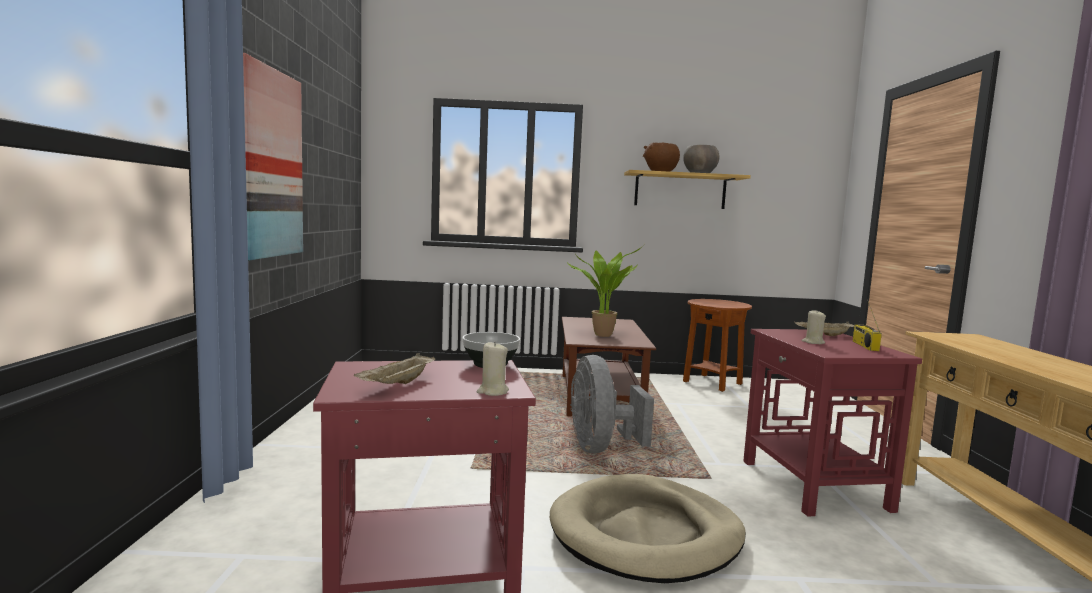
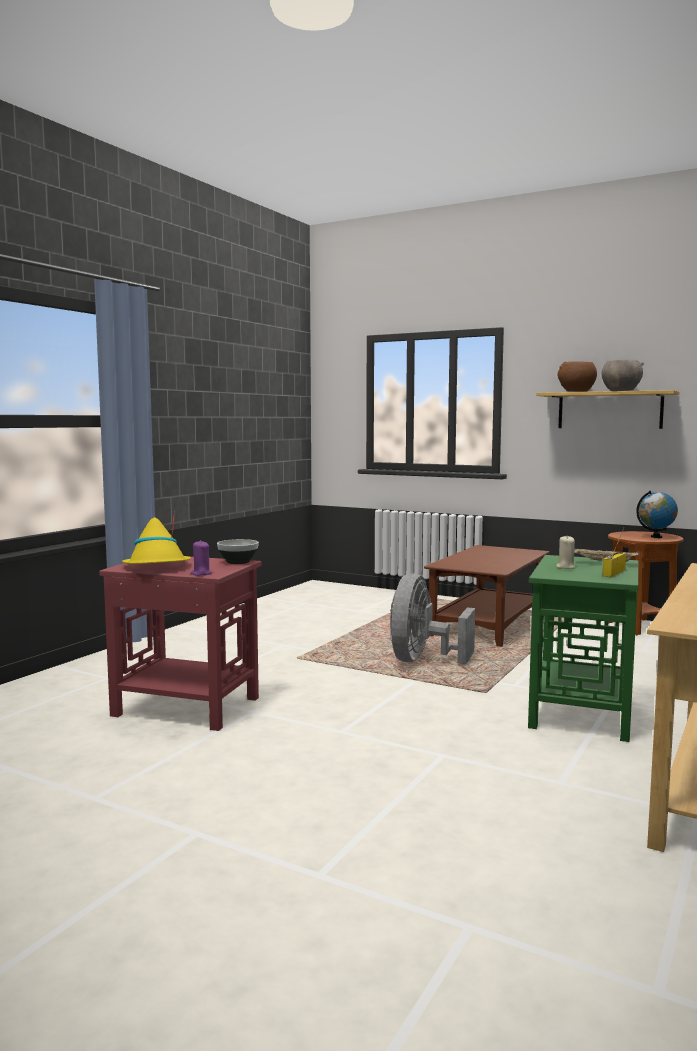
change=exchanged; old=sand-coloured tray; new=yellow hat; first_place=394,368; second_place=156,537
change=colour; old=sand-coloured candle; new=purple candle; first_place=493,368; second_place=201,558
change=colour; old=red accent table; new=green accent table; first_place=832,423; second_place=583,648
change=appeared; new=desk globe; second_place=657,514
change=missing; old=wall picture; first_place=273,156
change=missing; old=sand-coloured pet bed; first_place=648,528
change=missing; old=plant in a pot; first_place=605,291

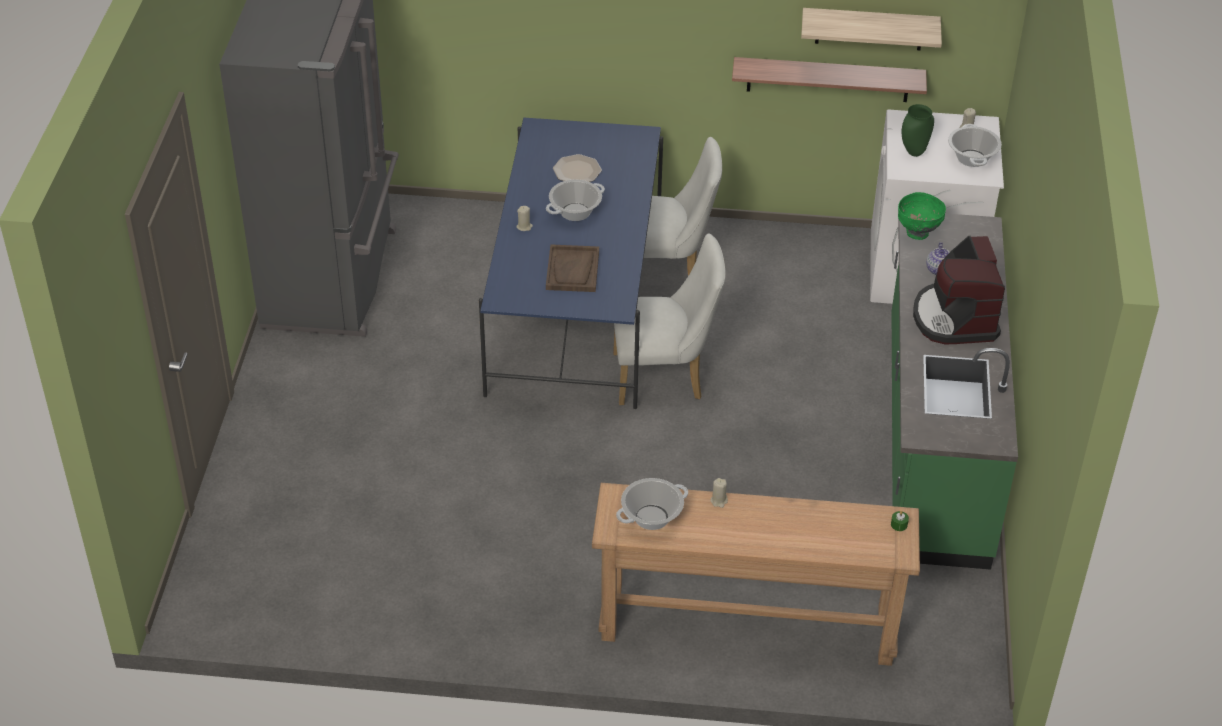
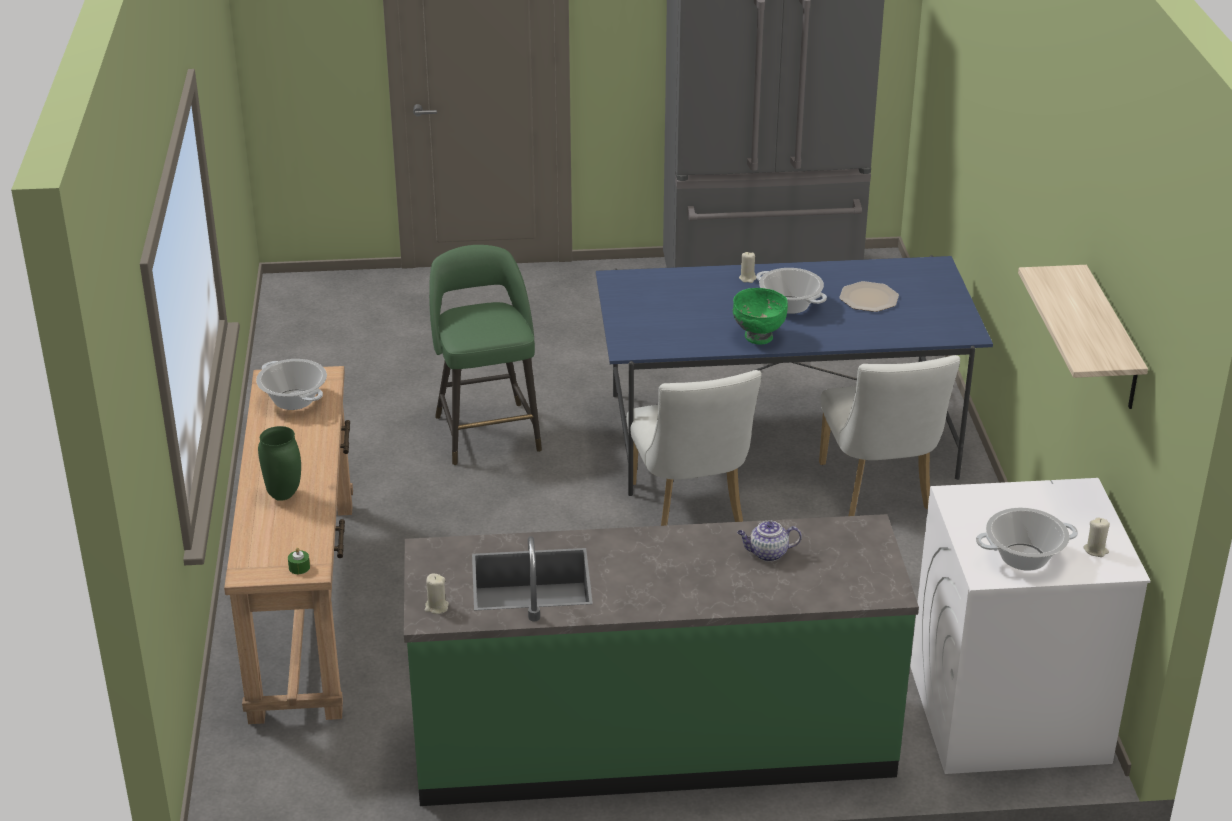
change=relocated; old=green vase; first_place=918,130; second_place=279,463
change=relocated; old=sand-coloured candle; first_place=719,493; second_place=437,594
change=appeared; new=green sitting stool; second_place=485,355
change=relocated; old=green bowl; first_place=922,216; second_place=760,316
change=missing; old=brownish tray; first_place=572,268
change=missing; old=bracket shelf; first_place=829,79
change=missing; old=coffee maker; first_place=959,290

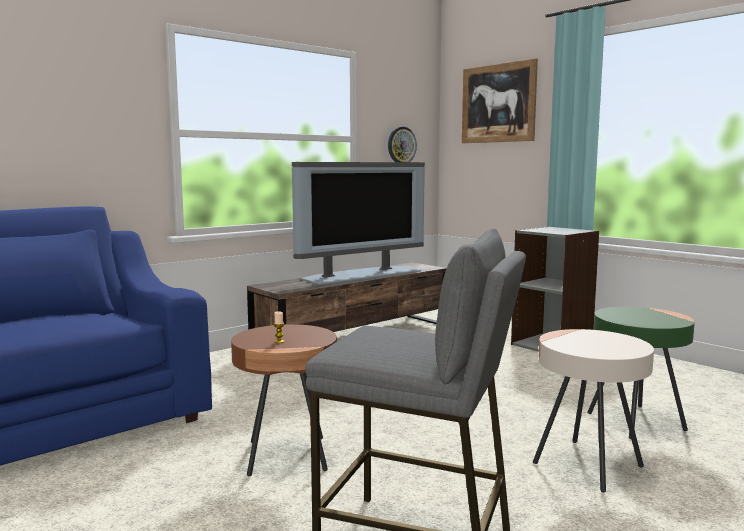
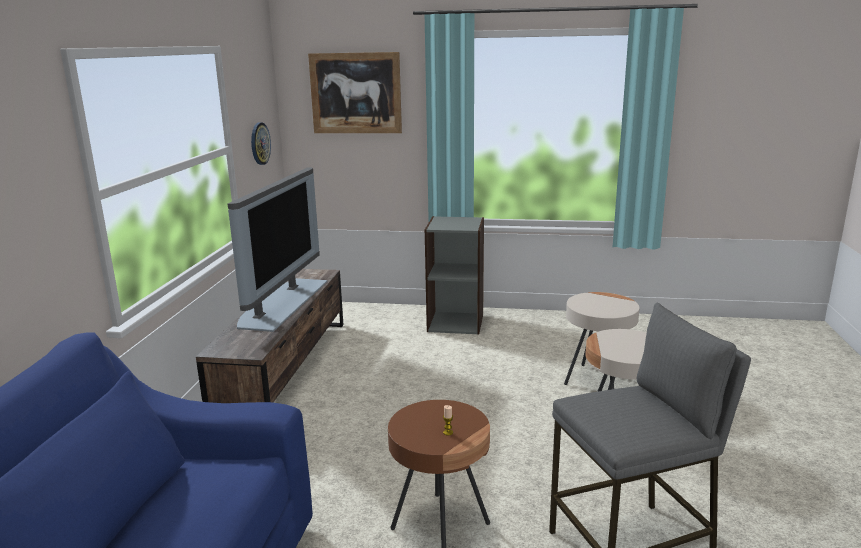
change=colour; old=green accent table; new=sand-coloured accent table; first_place=641,373; second_place=602,340

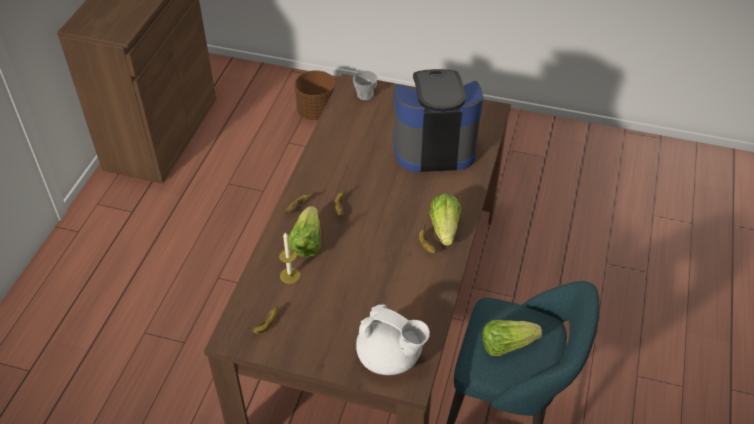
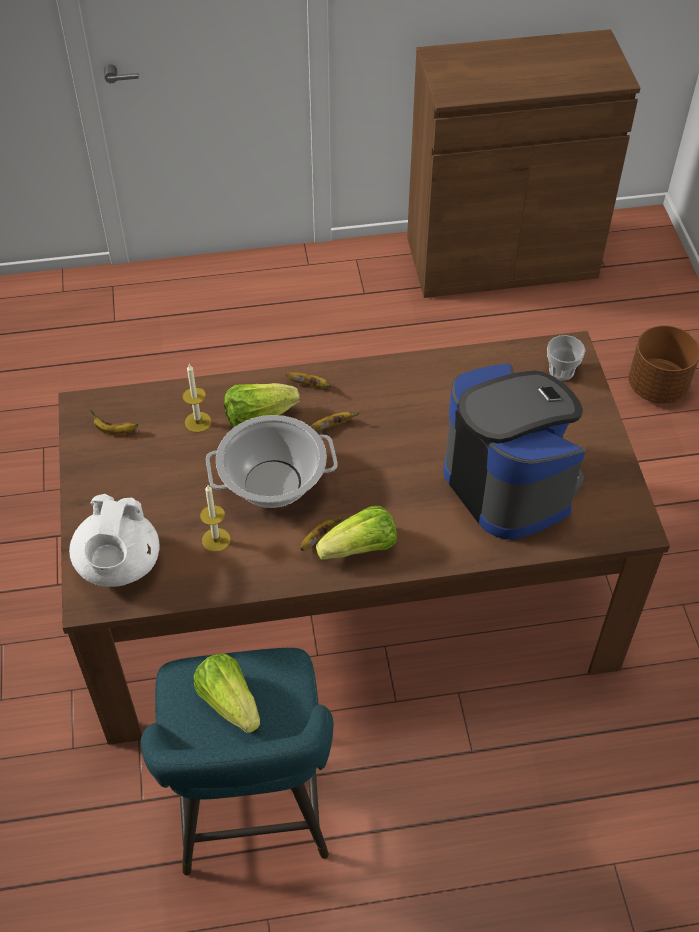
change=appeared; new=candle; second_place=215,518
change=appeared; new=stockpot; second_place=272,461

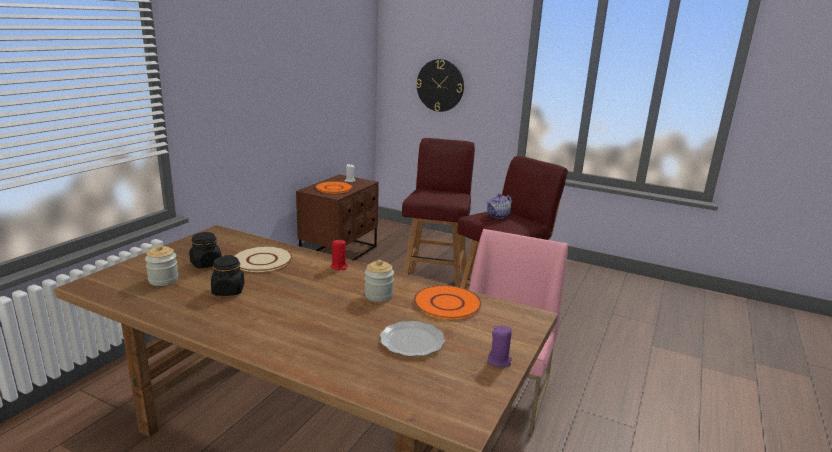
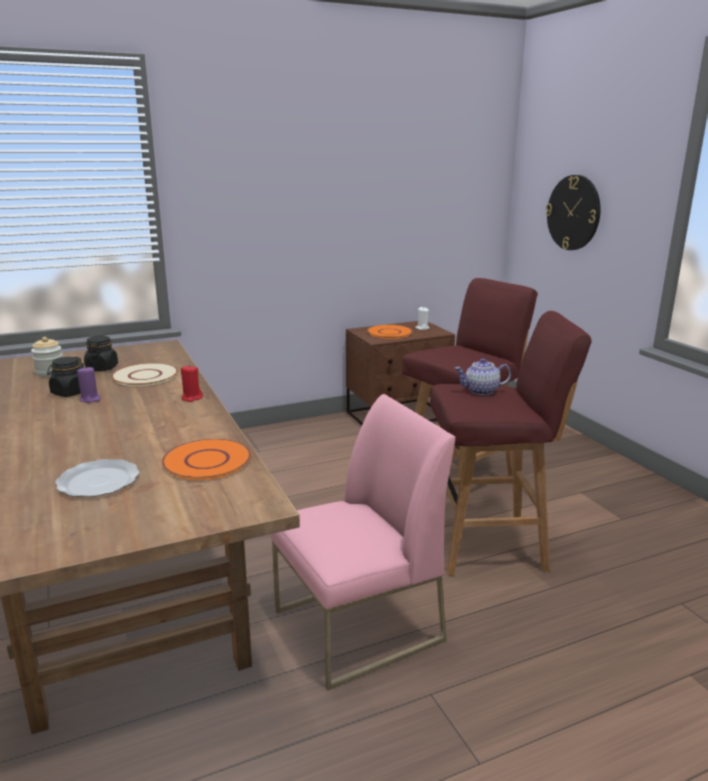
change=relocated; old=purple candle; first_place=499,346; second_place=89,384
change=missing; old=storage jar; first_place=379,281

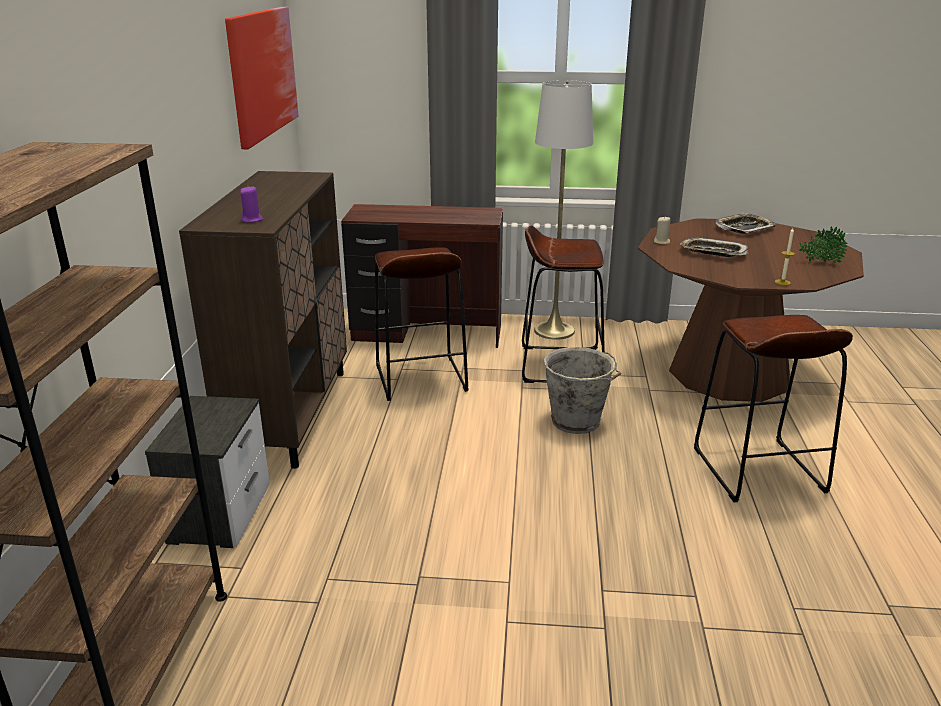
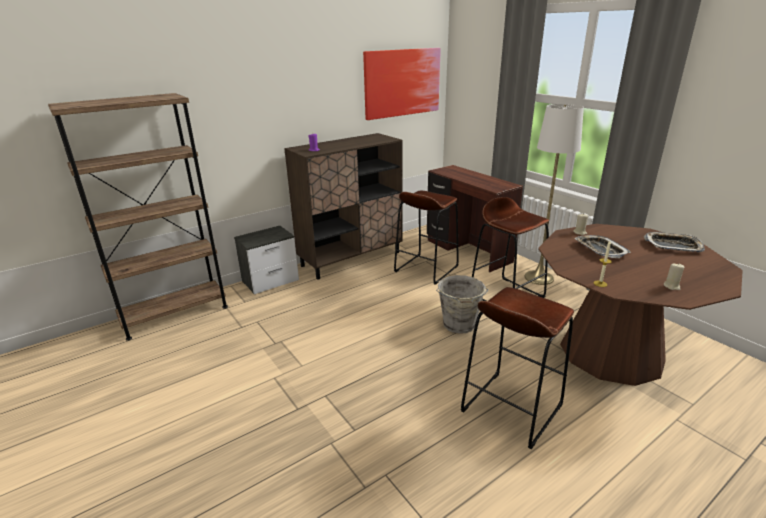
change=exchanged; old=plant in a pot; new=sand-coloured candle; first_place=823,245; second_place=674,276

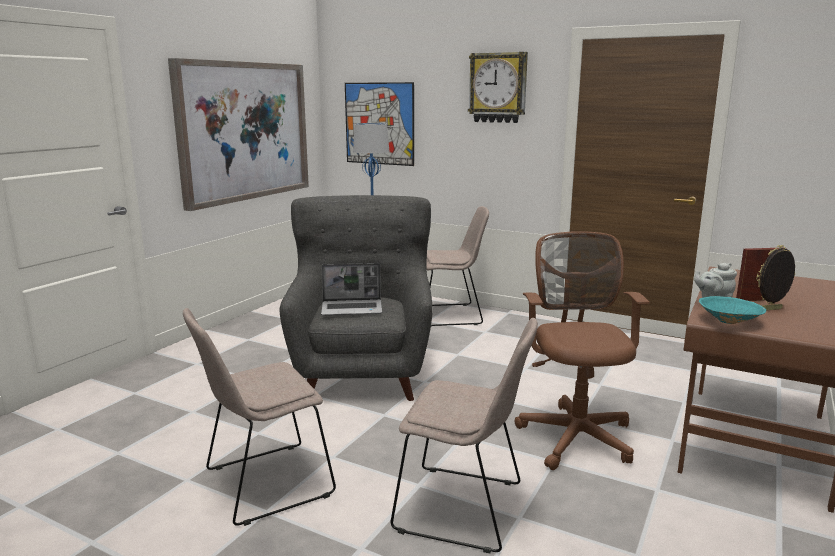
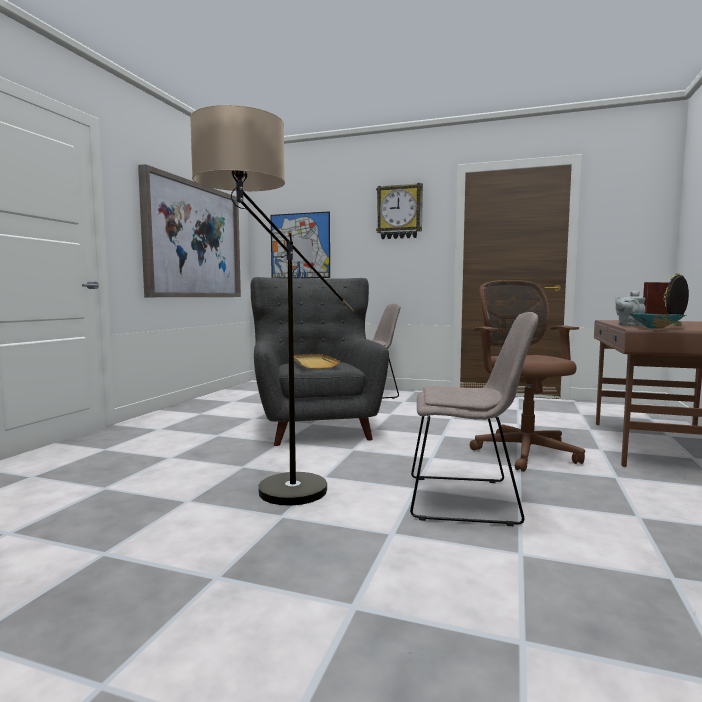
change=exchanged; old=sand-coloured plain chair; new=standing lamp; first_place=259,417; second_place=272,305
change=exchanged; old=notebook computer; new=sand-coloured tray; first_place=351,289; second_place=317,361

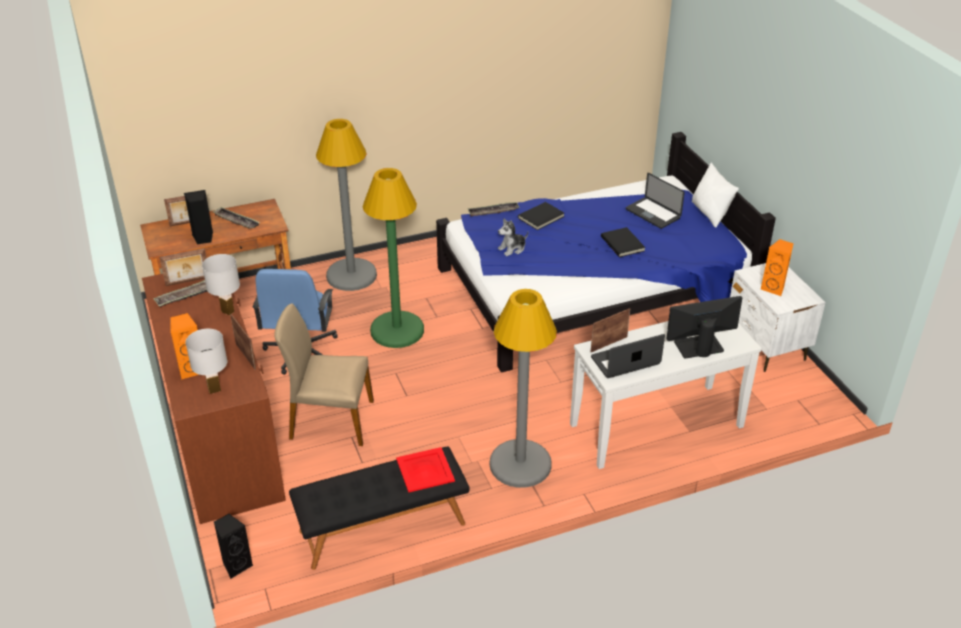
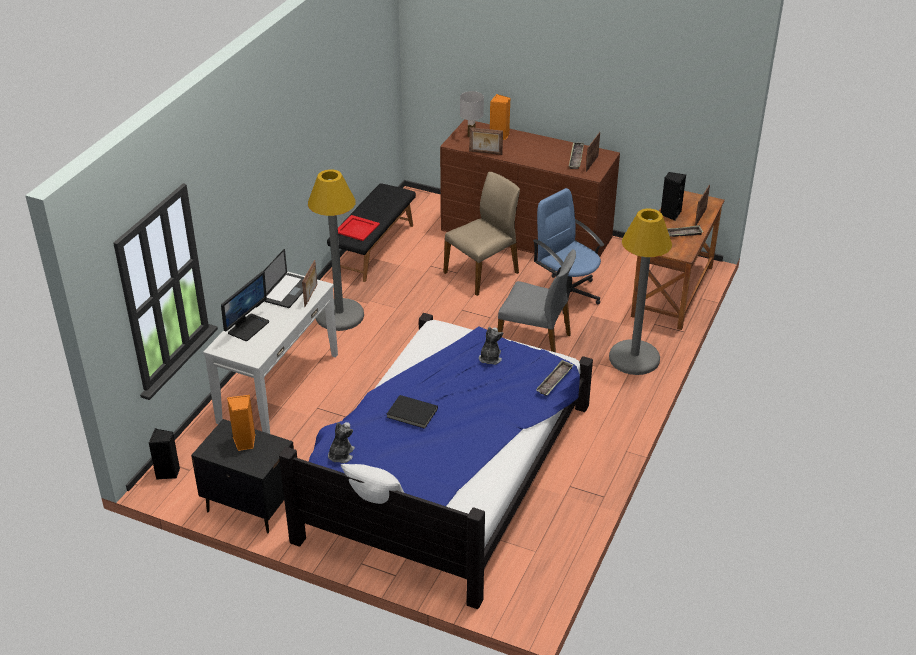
change=relocated; old=black-coloured speaker; first_place=233,546; second_place=164,454
change=colour; old=whitish bedside table; new=black-coloured bedside table; first_place=778,317; second_place=242,476
change=appeared; new=cuddly toy; second_place=341,442
change=exchanged; old=green standing lamp; new=gray plain chair; first_place=393,258; second_place=537,300
change=missing; old=whitish lamp for a table; first_place=221,284
change=missing; old=black-coloured volume; first_place=541,216
change=missing; old=notebook computer; first_place=655,201

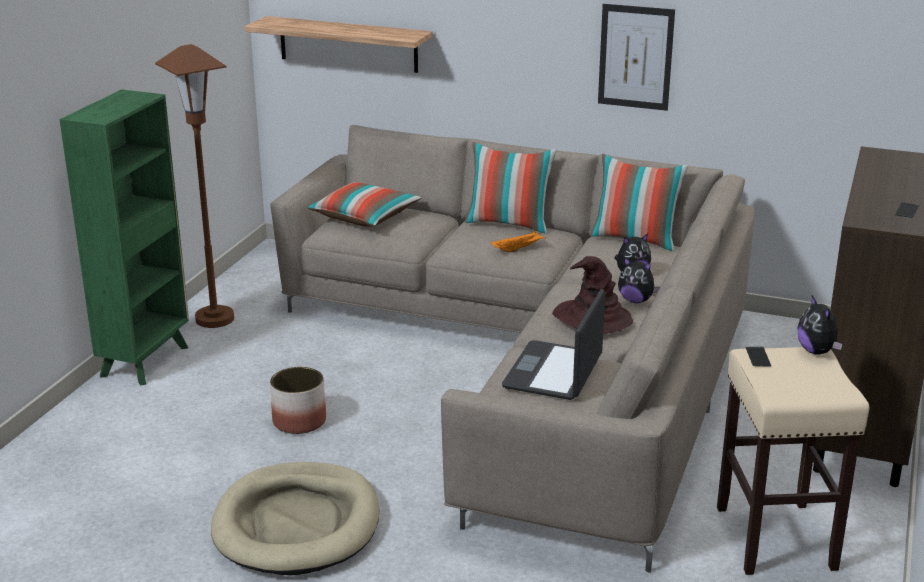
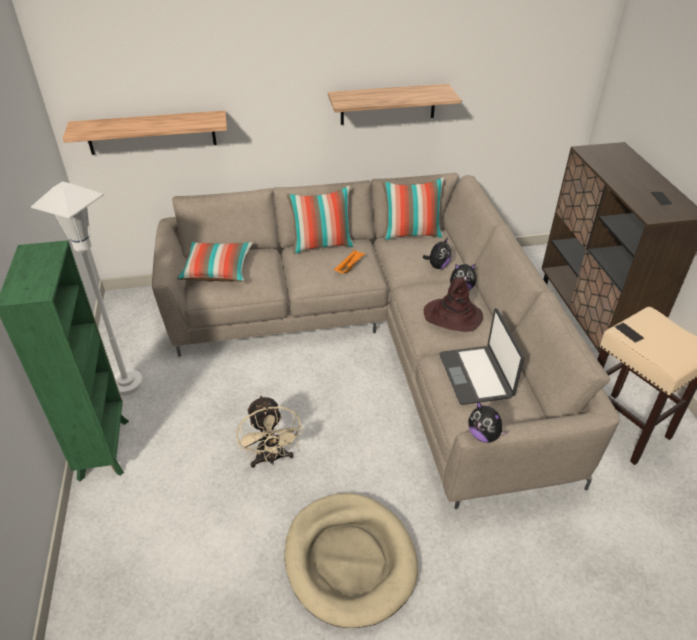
change=colour; old=brownish standing lamp; new=whitish standing lamp; first_place=194,186; second_place=87,288
change=exchanged; old=plant pot; new=sand-coloured cooling fan; first_place=298,400; second_place=269,431
change=exchanged; old=wall picture; new=bracket shelf; first_place=636,57; second_place=394,104
change=relocated; old=cuddly toy; first_place=820,325; second_place=488,422

